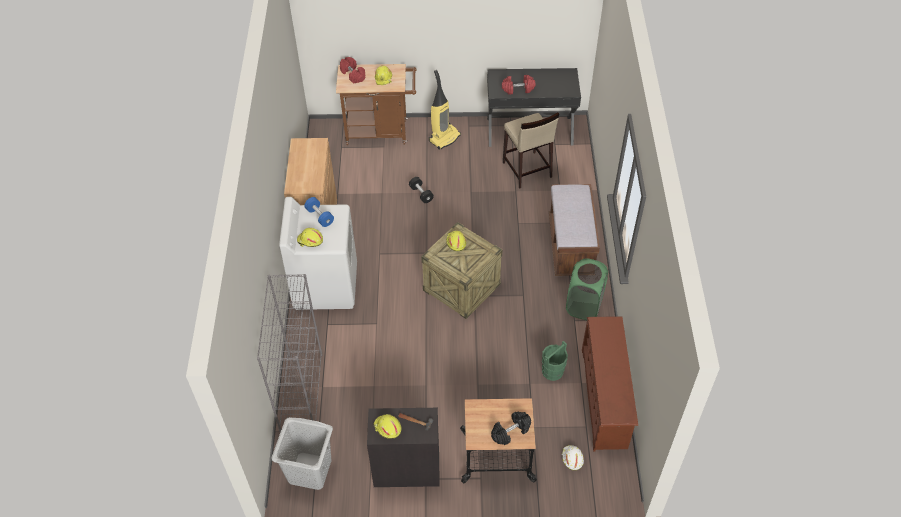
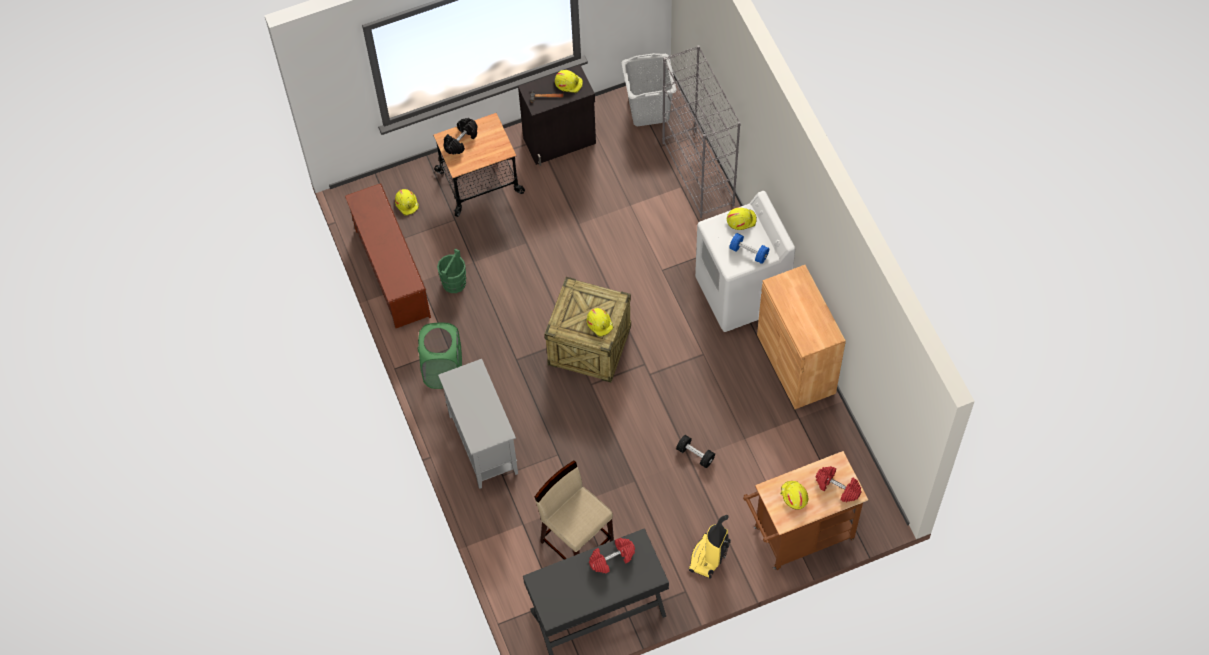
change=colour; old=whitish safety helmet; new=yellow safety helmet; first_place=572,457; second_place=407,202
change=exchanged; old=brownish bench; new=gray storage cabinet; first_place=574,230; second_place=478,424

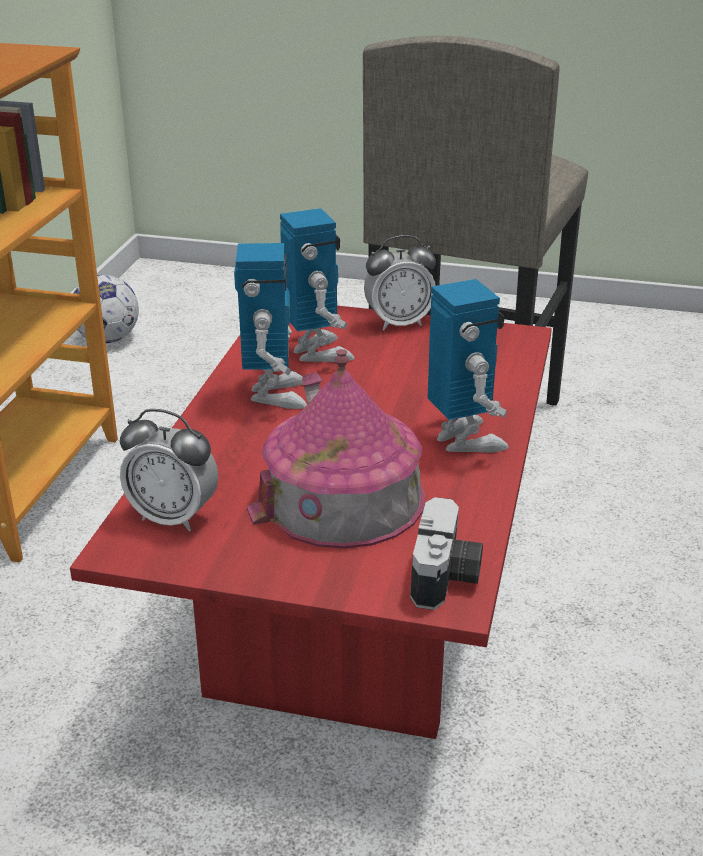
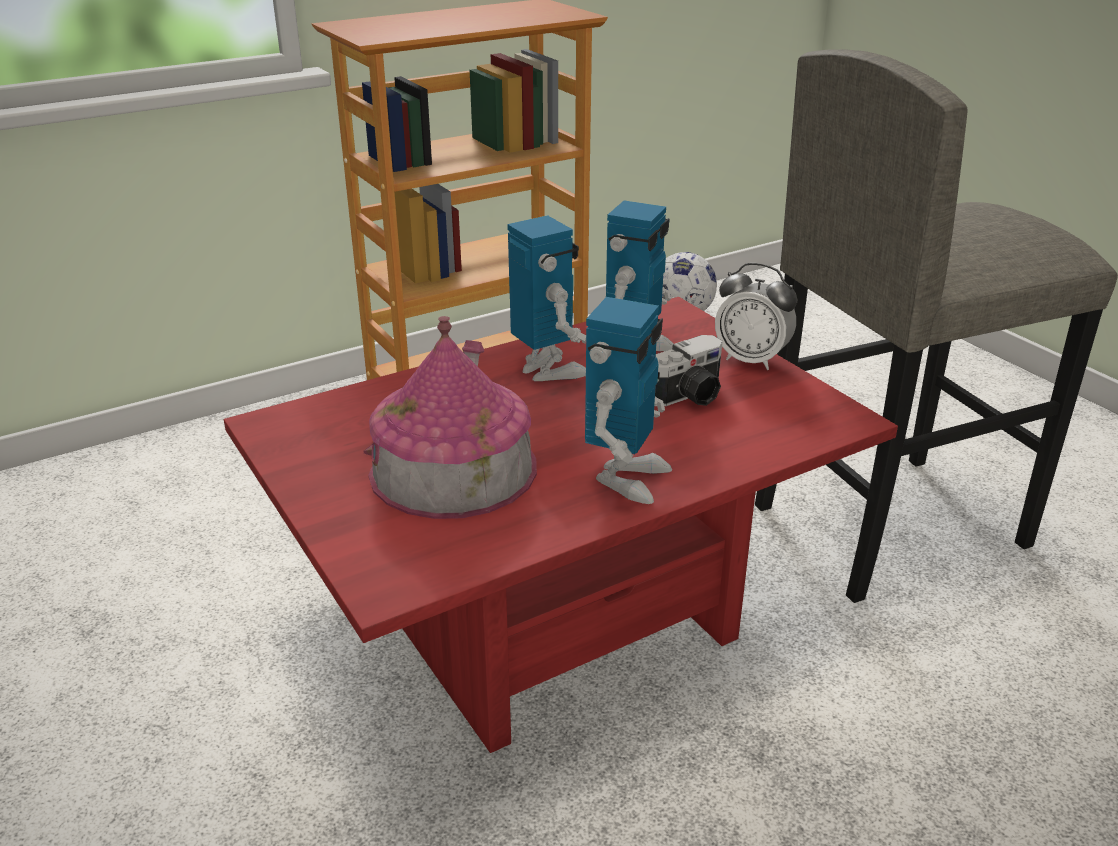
change=spun; old=model robot; first_place=270,326; second_place=546,298; degrees=-75
change=relocated; old=photo camera; first_place=446,553; second_place=688,370
change=missing; old=bedside clock; first_place=169,470

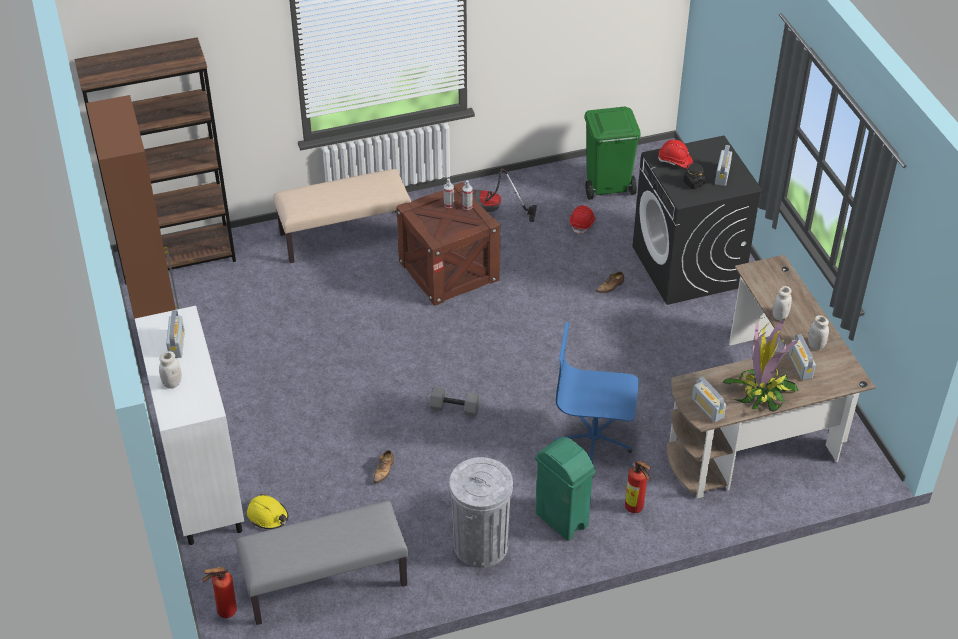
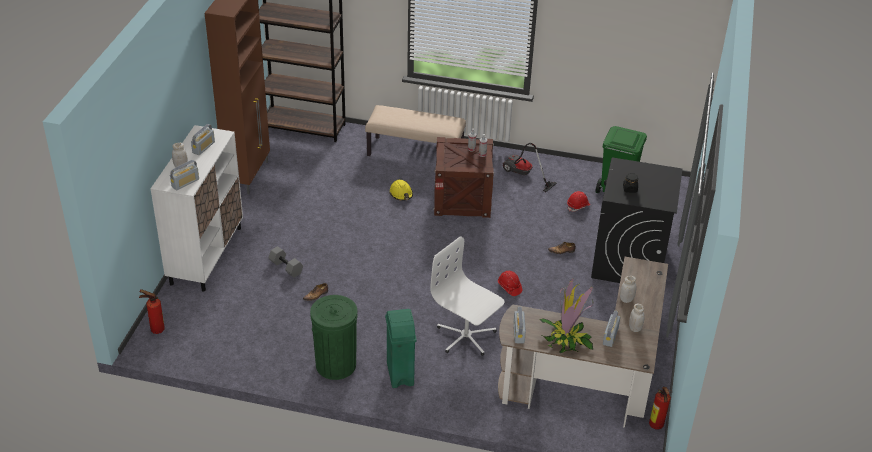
change=relocated; old=radio; first_place=723,165; second_place=184,175
change=relocated; old=gray free weight; first_place=455,402; second_place=285,262
change=colour; old=gray waste bin; new=green waste bin; first_place=481,512; second_place=333,337
change=relocated; old=yellow safety helmet; first_place=268,511; second_place=401,190
change=colour; old=bluish desk chair; new=whitish desk chair; first_place=596,391; second_place=467,296
change=relocated; old=red safety helmet; first_place=675,154; second_place=510,283
change=relocated; old=extinguisher; first_place=638,487; second_place=661,408
change=missing; old=gray bench; first_place=322,563

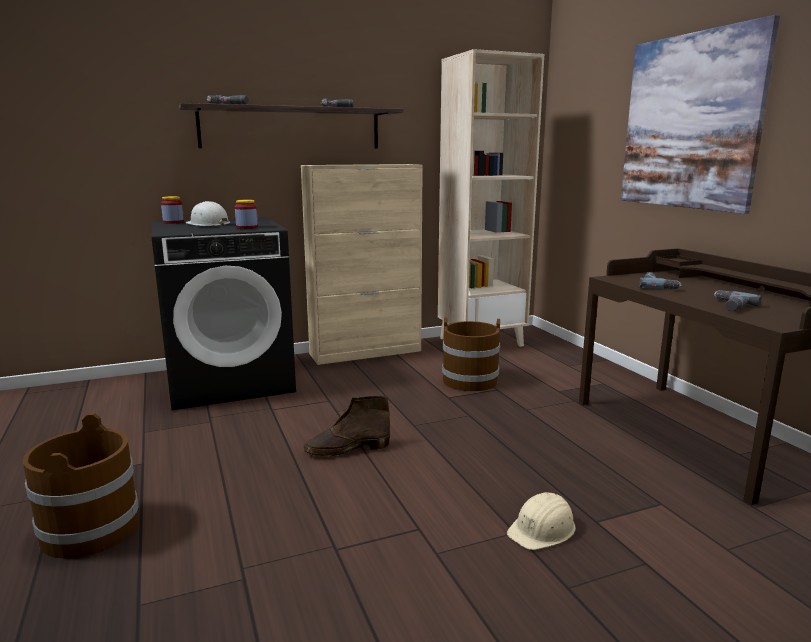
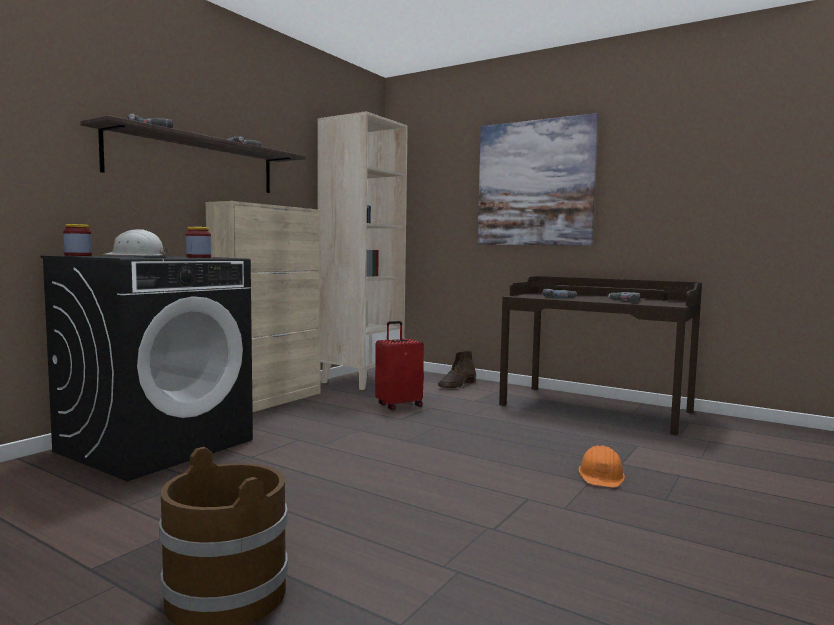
change=exchanged; old=brownish water bucket; new=red travel case; first_place=471,354; second_place=399,365
change=relocated; old=brownish tall boot; first_place=346,426; second_place=457,369
change=colour; old=sand-coloured safety helmet; new=orangey safety helmet; first_place=541,521; second_place=601,466

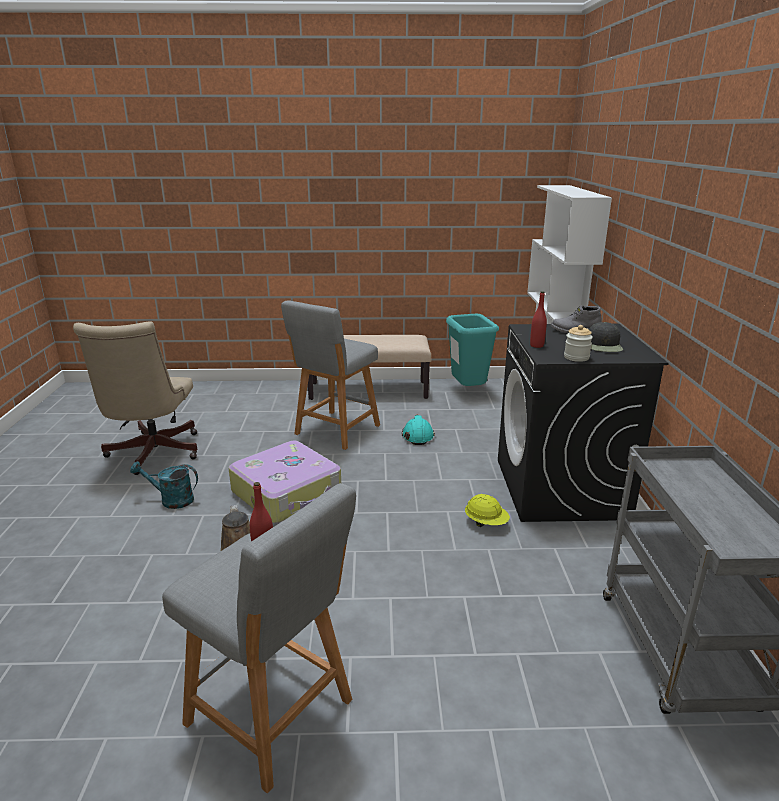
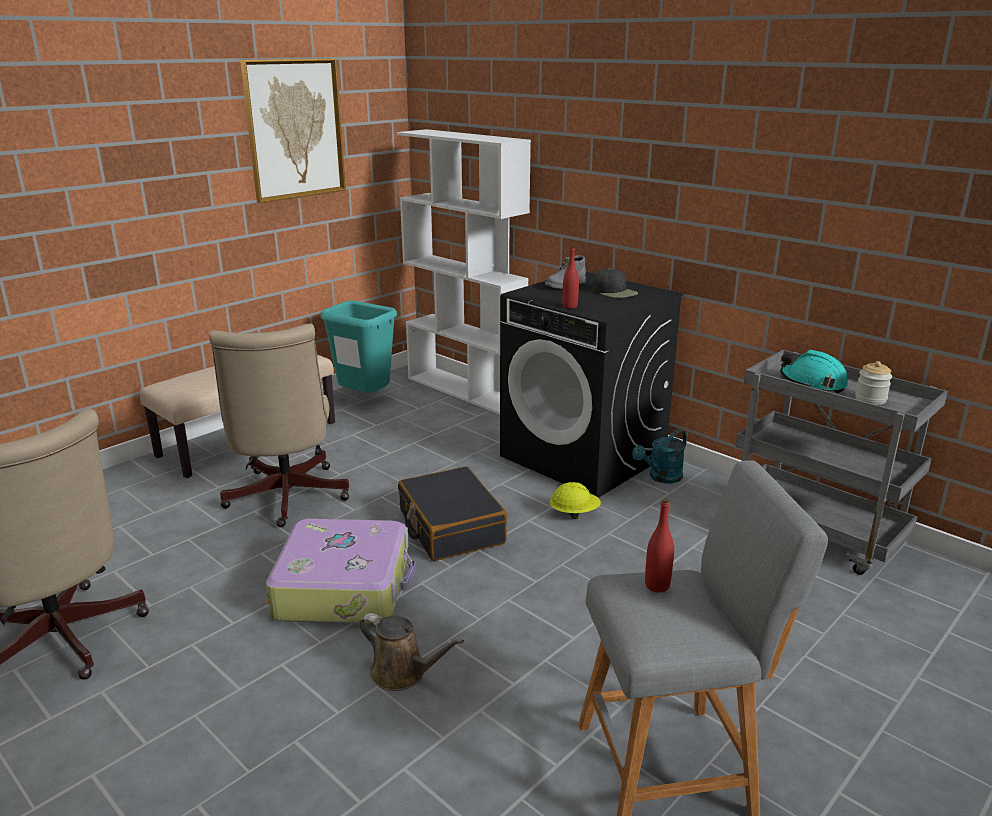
change=exchanged; old=gray sitting stool; new=sand-coloured desk chair; first_place=330,375; second_place=279,425
change=appeared; new=wall picture; second_place=293,130
change=appeared; new=black-coloured travel case; second_place=452,513
change=relocated; old=blue-green watering pot; first_place=164,485; second_place=659,456
change=relocated; old=blue-green safety helmet; first_place=418,430; second_place=814,371
change=relocated; old=storage jar; first_place=578,343; second_place=873,383

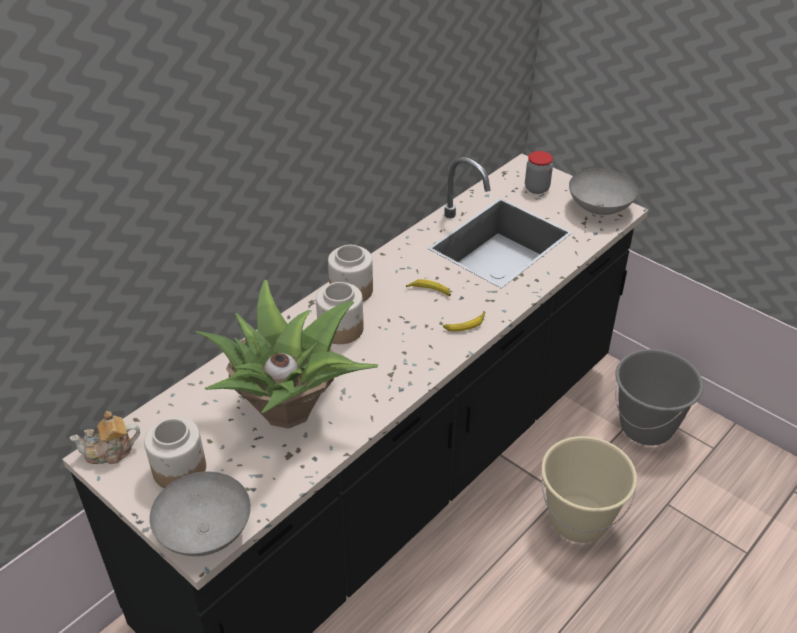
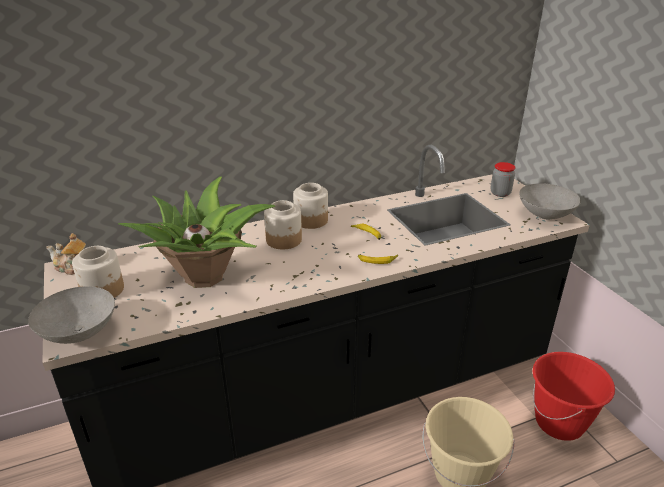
change=colour; old=gray water bucket; new=red water bucket; first_place=659,397; second_place=574,396

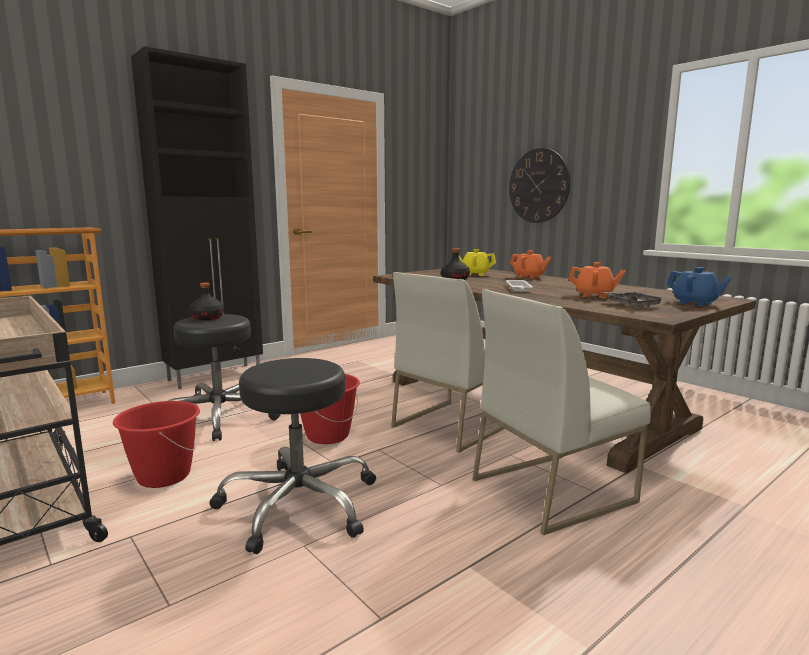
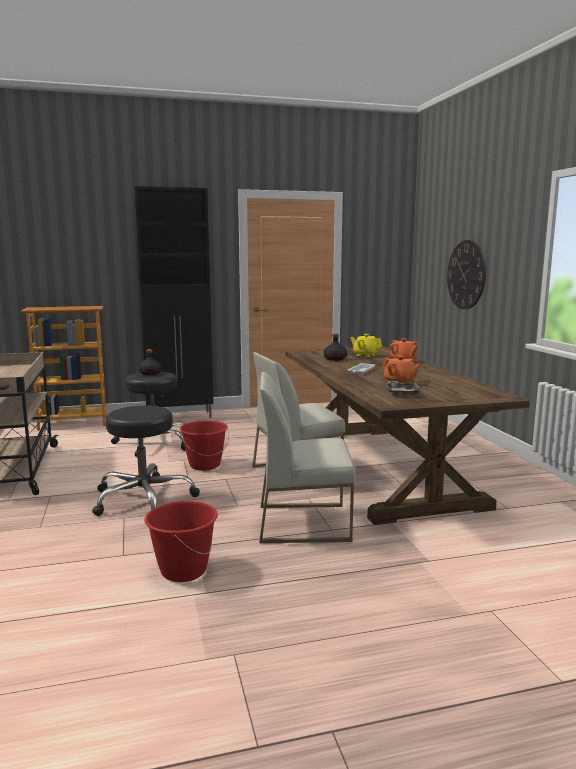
change=relocated; old=red water bucket; first_place=156,444; second_place=181,541
change=missing; old=bluish pot for tea; first_place=699,286

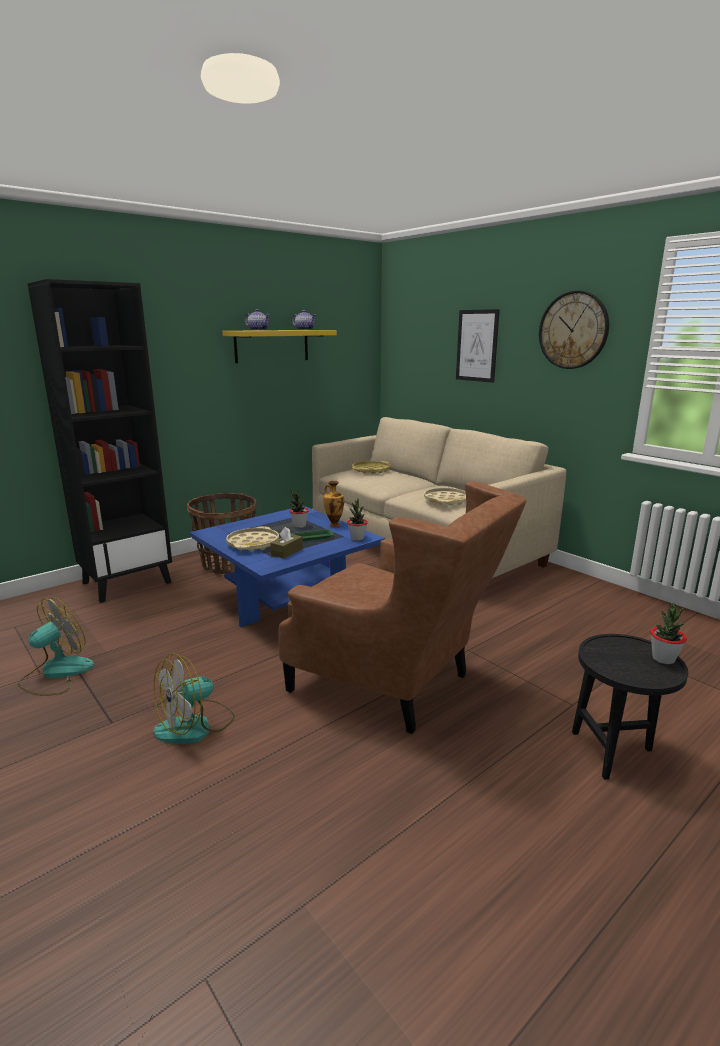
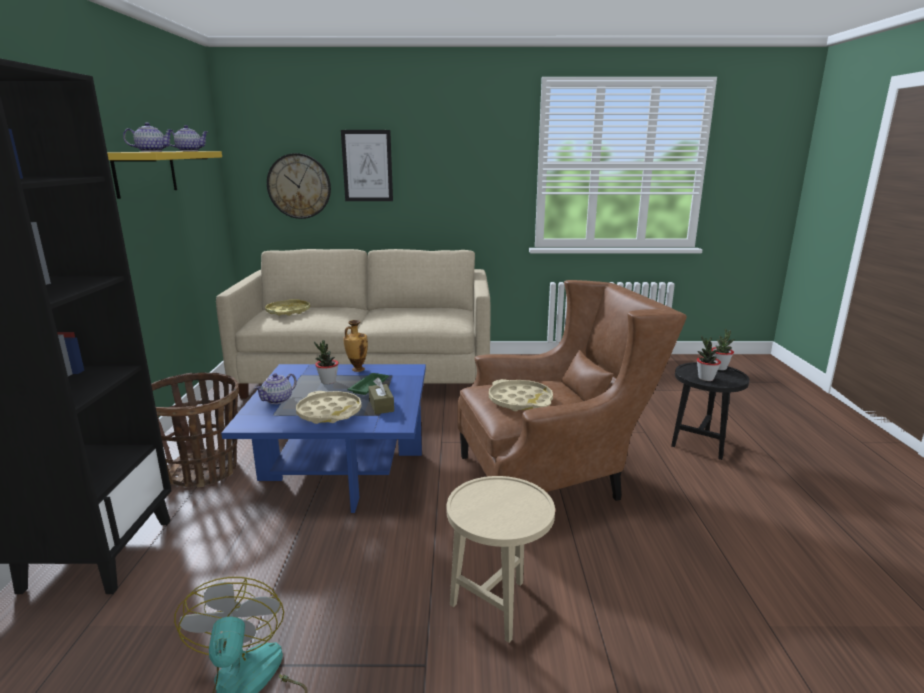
change=appeared; new=pot for tea; second_place=275,388
change=relocated; old=hanging clock; first_place=574,330; second_place=299,186
change=exchanged; old=cooling fan; new=sand-coloured accent table; first_place=194,698; second_place=501,559
change=relocated; old=sand-coloured tray; first_place=445,496; second_place=521,395
change=relocated; old=plant in a pot; first_place=357,520; second_place=709,358

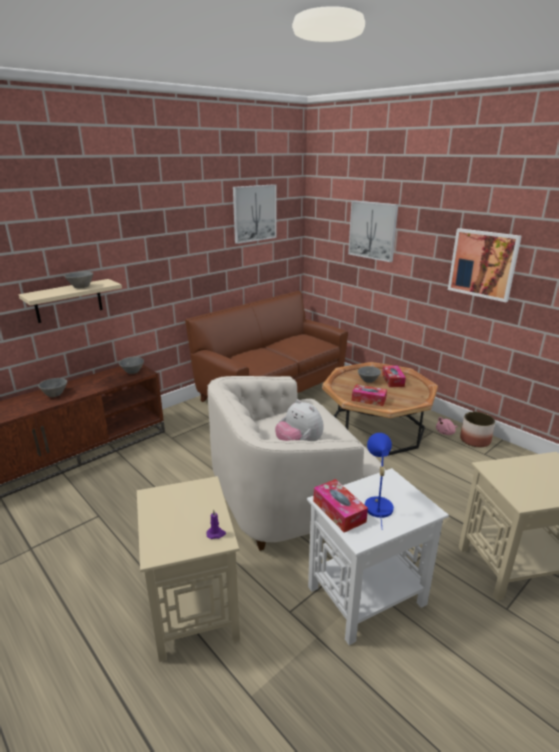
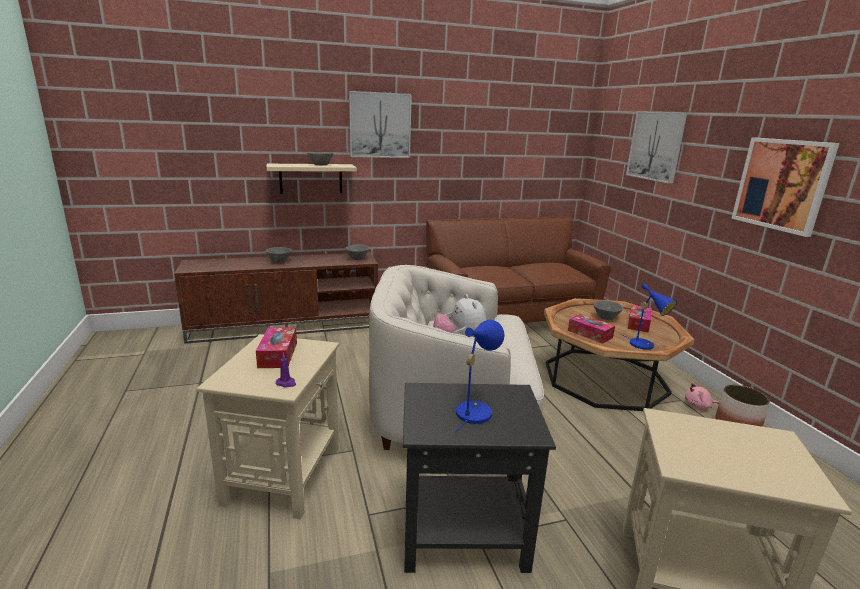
change=relocated; old=tissue holder; first_place=340,505; second_place=276,347
change=relocated; old=wall picture; first_place=255,214; second_place=380,124
change=colour; old=whitish accent table; new=black-coloured accent table; first_place=378,556; second_place=479,478
change=appeared; new=bluish lamp for a table; second_place=650,316

